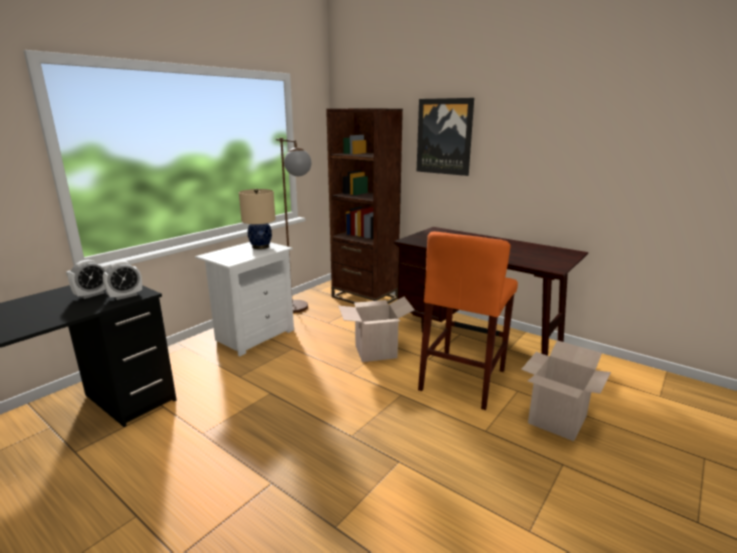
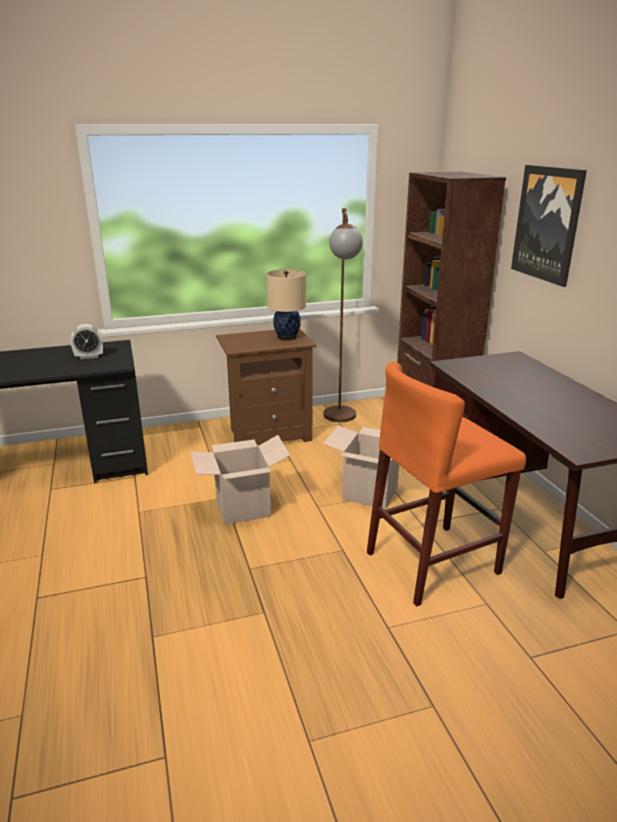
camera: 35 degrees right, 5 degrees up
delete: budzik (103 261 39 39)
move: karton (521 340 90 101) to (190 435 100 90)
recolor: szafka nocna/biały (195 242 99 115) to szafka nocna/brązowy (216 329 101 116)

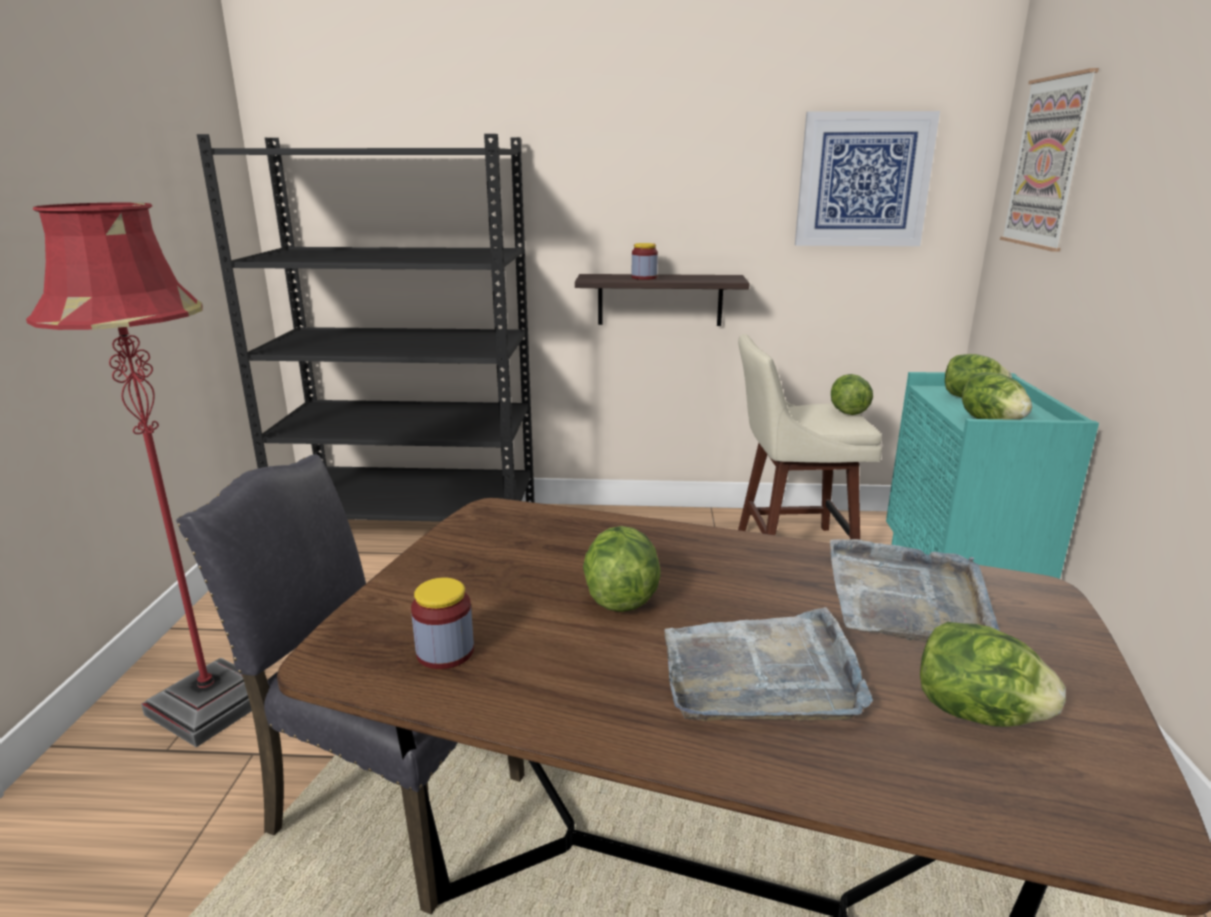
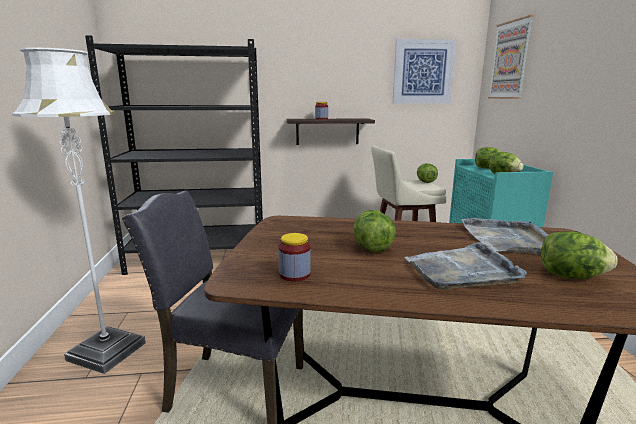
camera: 10 degrees left, 5 degrees down
recolor: lampa stojąca/czerwony (26 203 226 544) to lampa stojąca/biały (12 47 134 327)

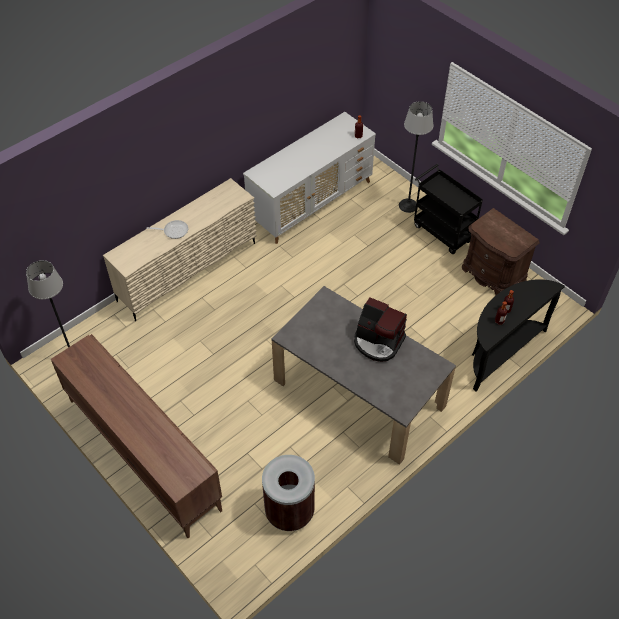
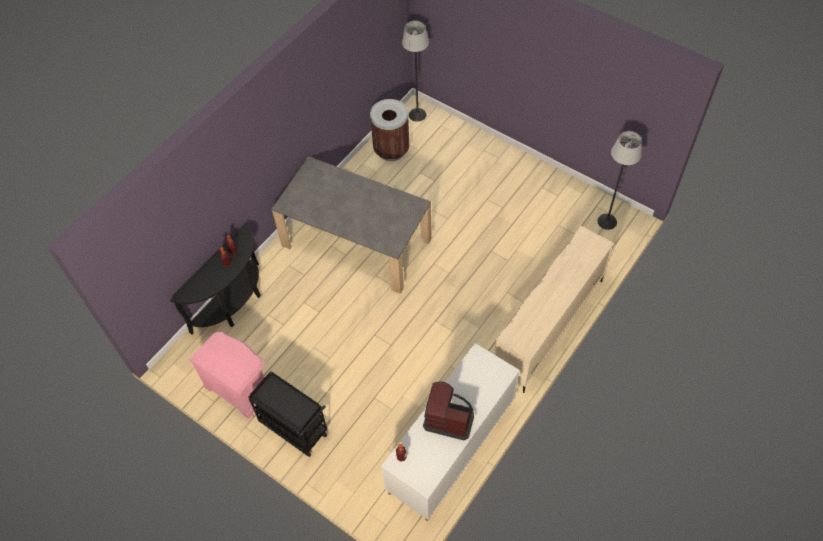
camera: 170 degrees right, 5 degrees up
delete: szafka/brązowy (51 334 171 204); patelnia (147 220 41 19)
move: ekspres do kawy (354 297 53 65) to (423 382 51 59); lampa stojąca (399 101 34 112) to (402 21 27 101)
recolor: szafka nocna/brązowy (462 208 78 87) to szafka nocna/różowy (189 332 75 87)

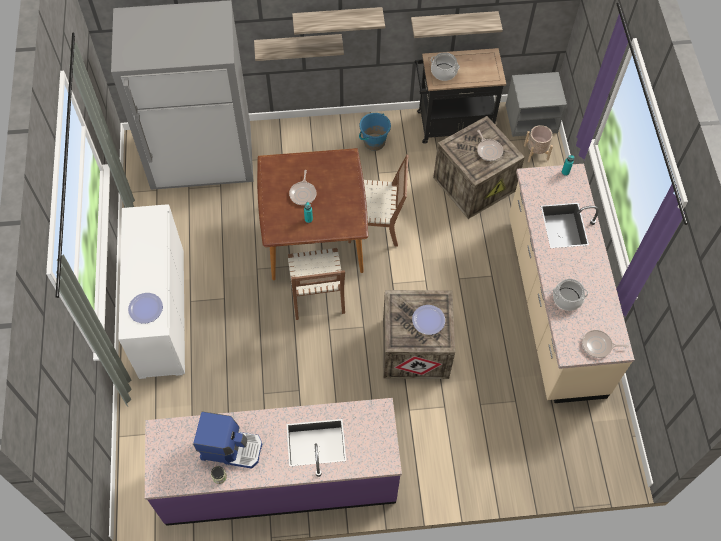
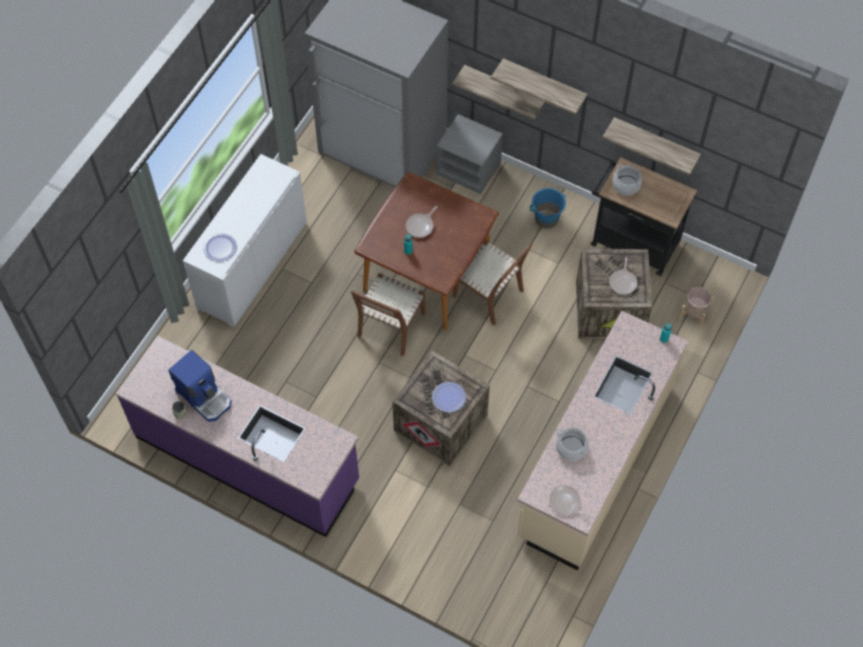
camera: 35 degrees right, 0 degrees up
move: szafka nocna/szary (506 72 61 65) to (437 114 66 80)

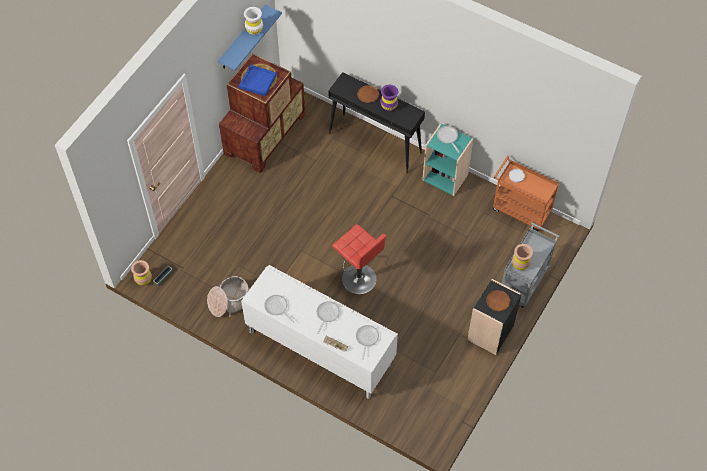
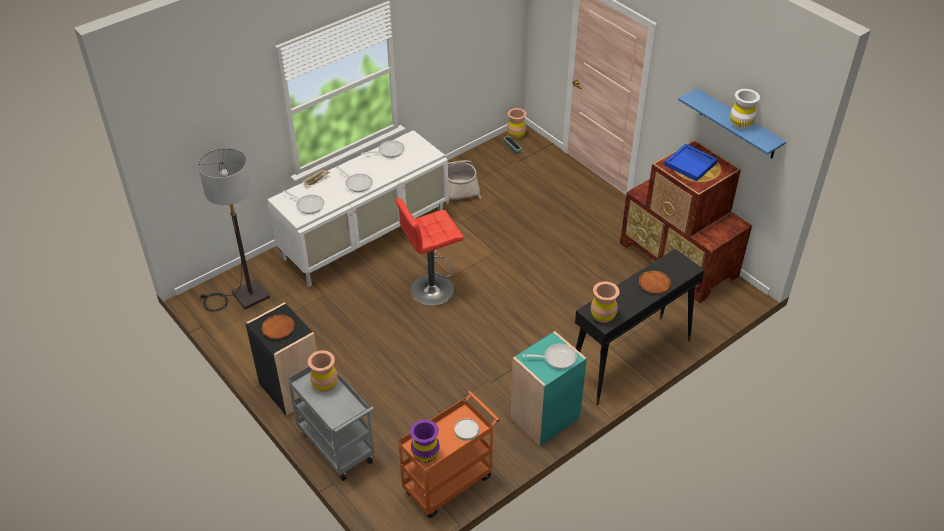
camera: 110 degrees right, 15 degrees down
insert: lampa stojąca (198 148 72 163); wazon/brązowy (591 281 29 42)
move: wazon/fioletowy (380 85 18 26) to (410 419 30 44)

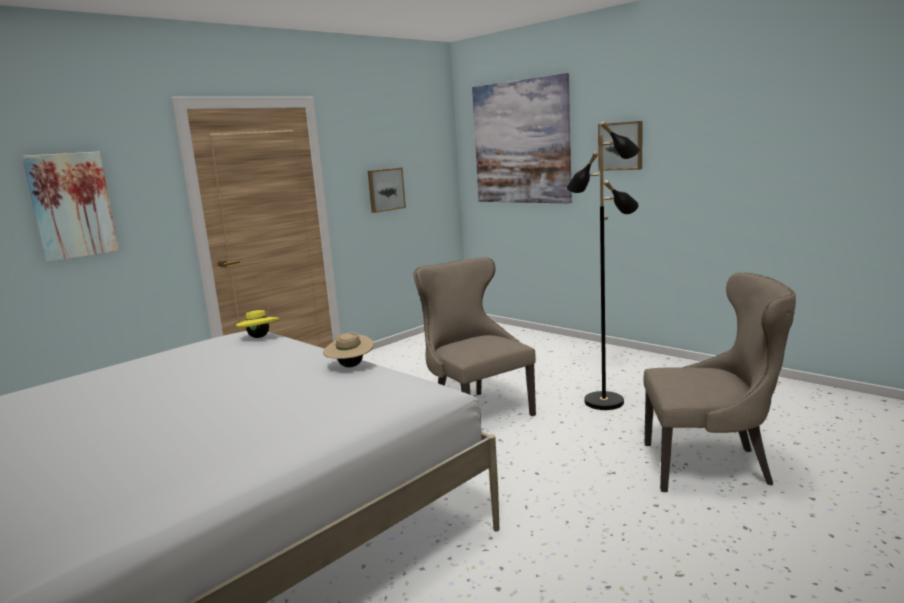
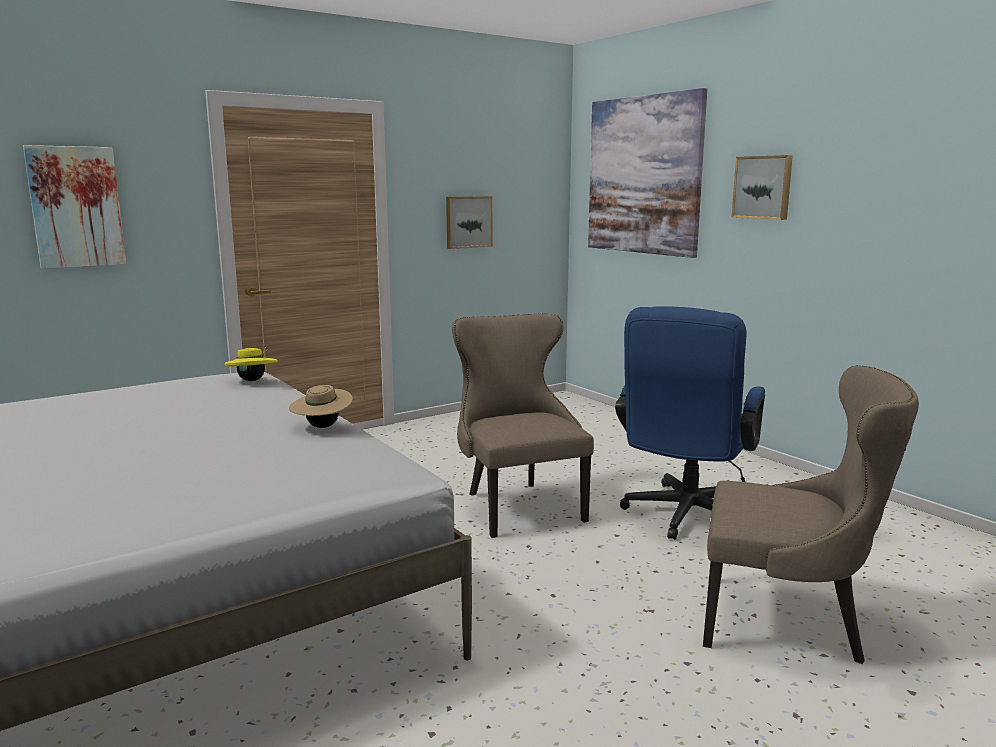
camera: 10 degrees right, 0 degrees up
replace: lampa stojąca/czarny (567 121 73 289) to krzesło biurowe/niebieski (615 306 150 234)

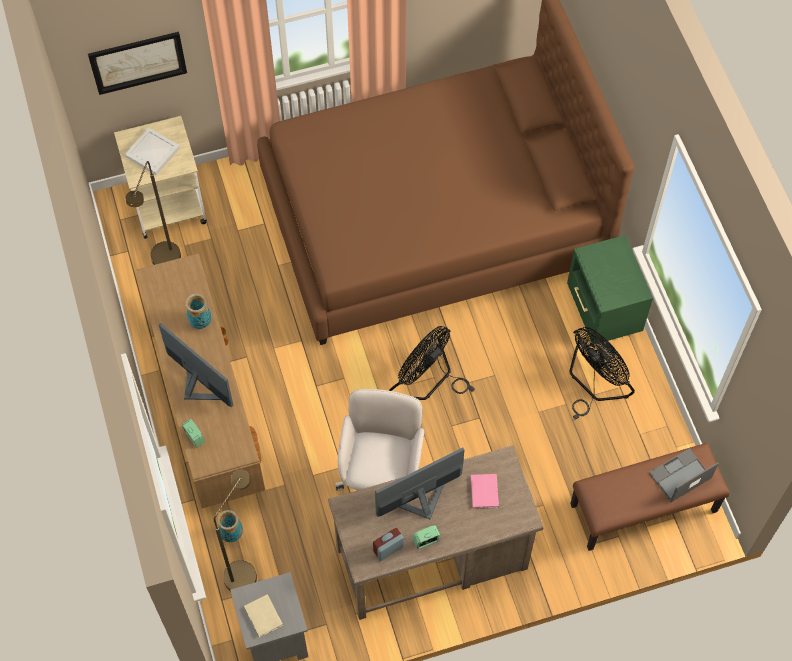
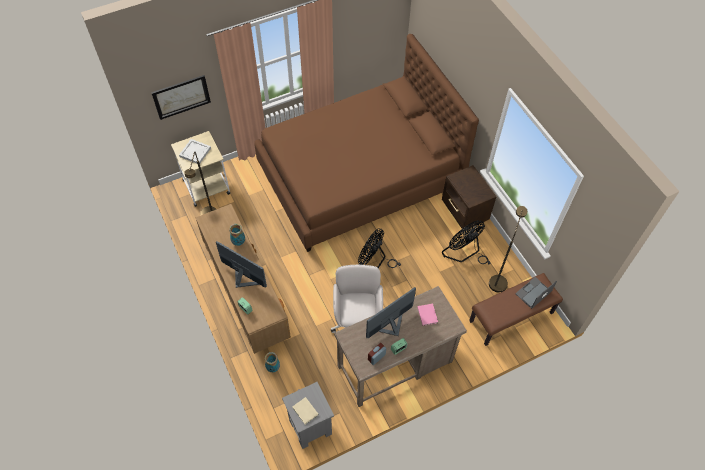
camera: 10 degrees left, 5 degrees down
move: lampa stojąca/brązowy (214 469 43 122) to (489 206 38 87)
recolor: szafka nocna/zielony (567 235 86 110) to szafka nocna/brązowy (442 165 54 64)
rotate: wentylator/czarny (570 327 65 93) = (442 220 49 45) 75 degrees counterclockwise

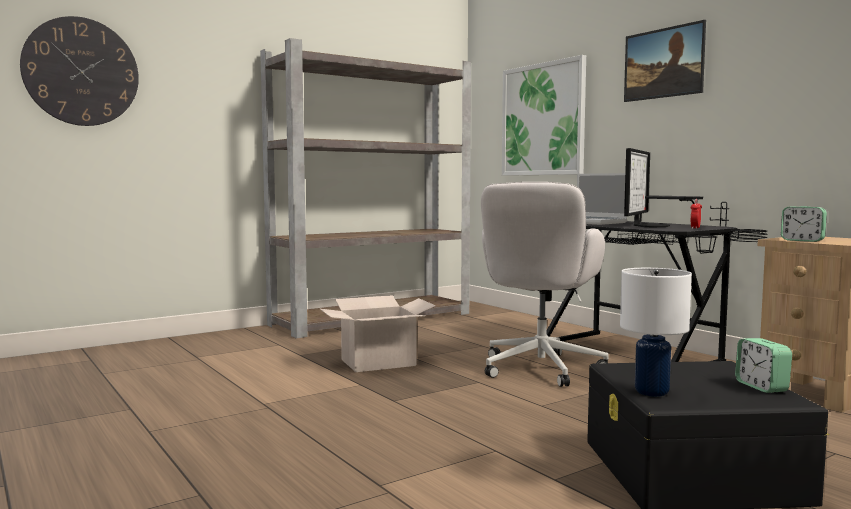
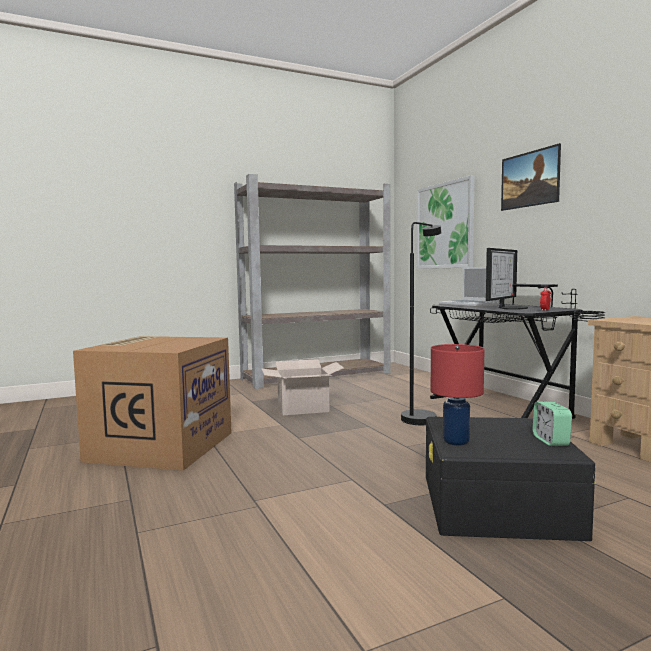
camera: 10 degrees right, 0 degrees up
delete: zegar ścienny (20 16 119 110); budzik (781 206 46 36)
insert: karton (73 336 158 135)
replace: krzesło biurowe/biały (481 182 128 205) to lampa stojąca/czarny (401 222 40 203)
recolor: lampa stołowa/biały (620 268 72 129) to lampa stołowa/czerwony (431 344 54 101)

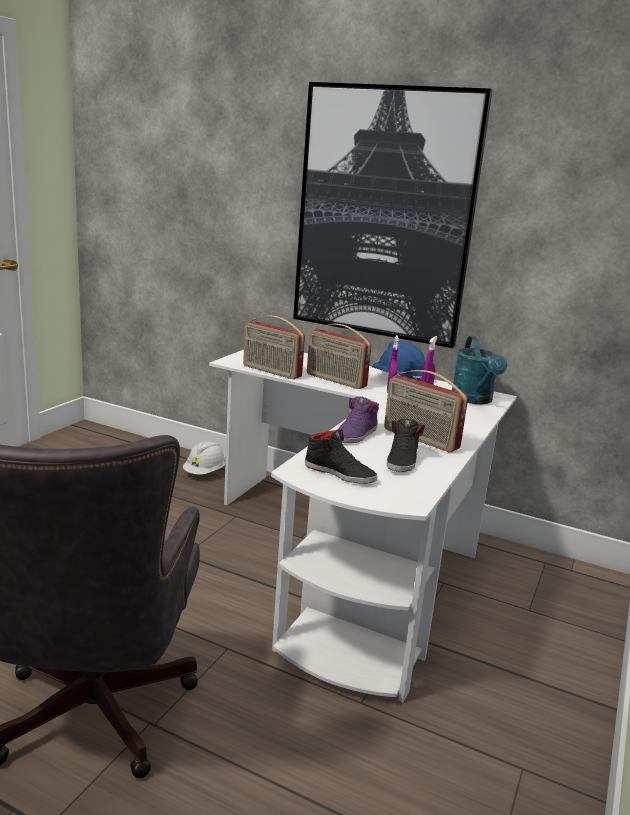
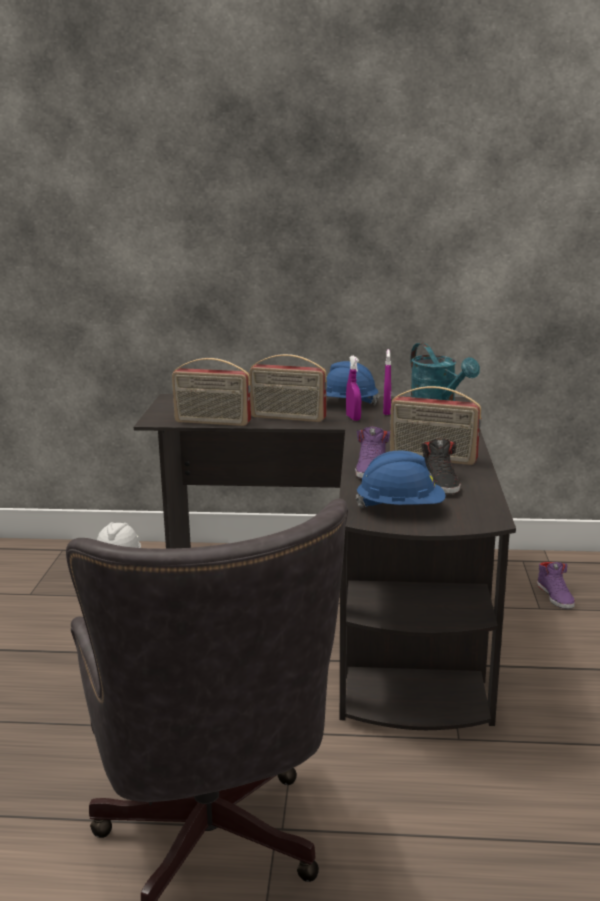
camera: 20 degrees left, 0 degrees up
delete: obraz (293 82 200 266)
insert: but/fioletowy (537 562 38 47)
replace: but/czarny (305 429 72 55) to kask/niebieski (356 450 90 58)
recolor: biurko/biały (209 349 308 354) to biurko/czarny (134 394 382 336)

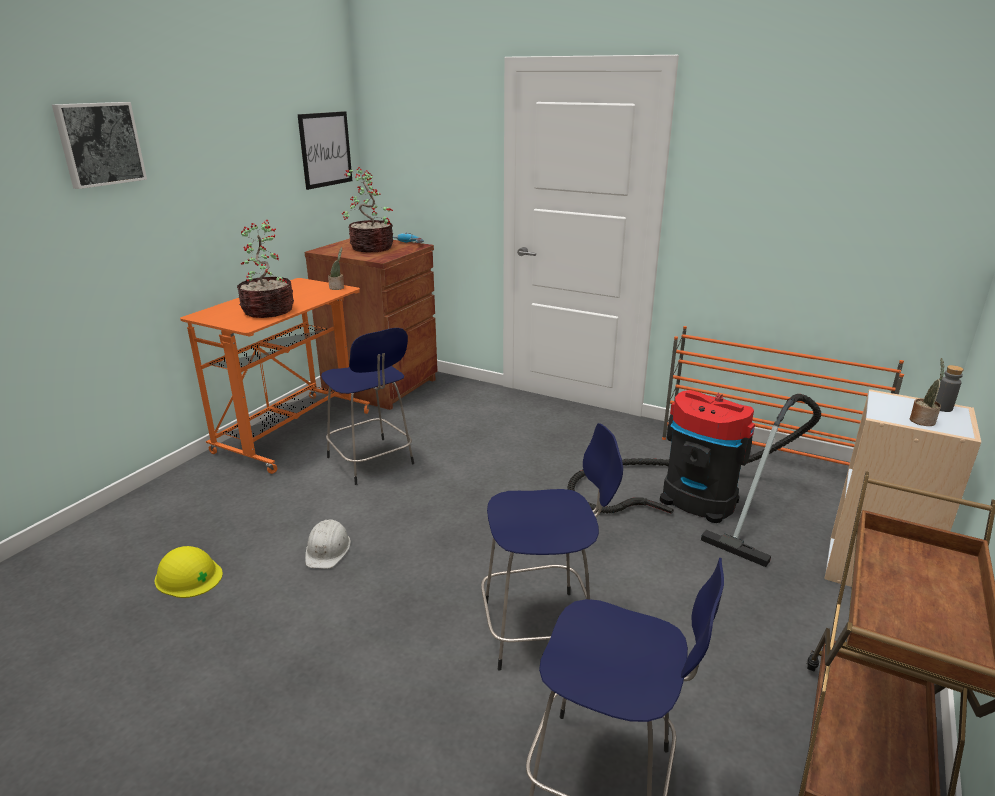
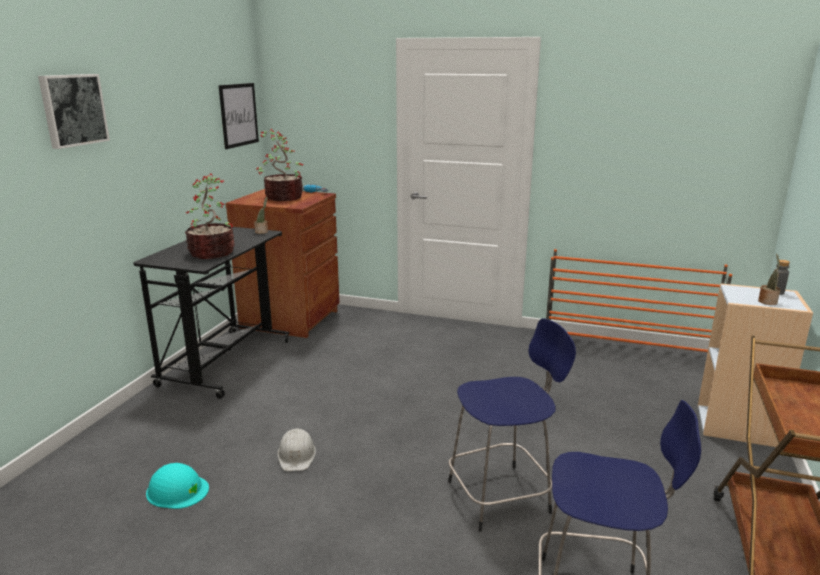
camera: 10 degrees left, 5 degrees down
delete: stołek/niebieski (321 328 93 157); odkurzacz (567 390 254 177)
recolor: kask/żółty (155 546 68 52) to kask/turkusowy (146 463 63 46); biurko/pomarańczowy (180 278 190 196) to biurko/czarny (133 227 157 172)

